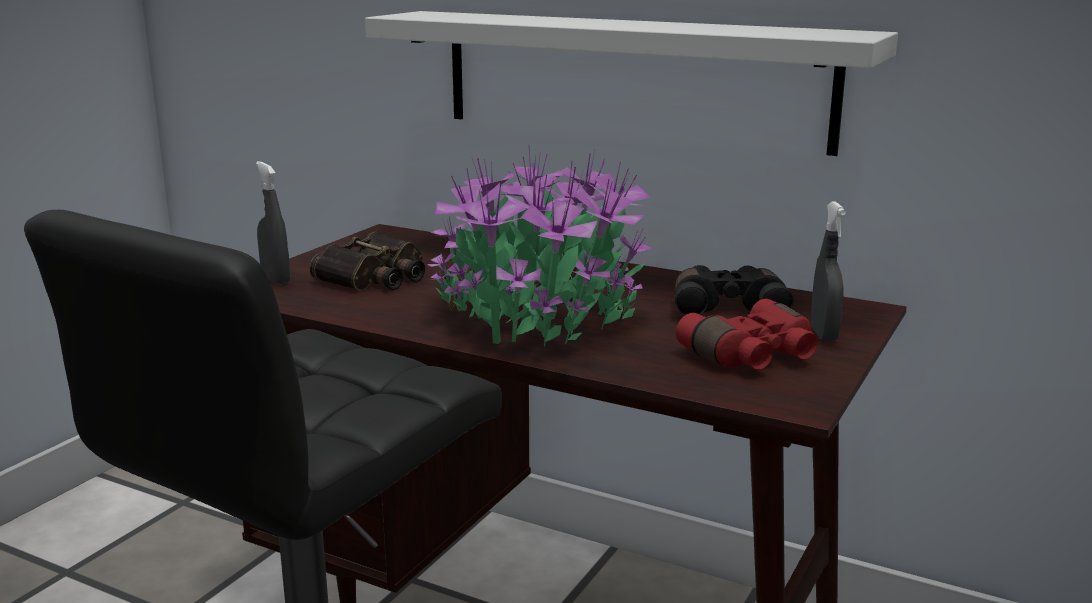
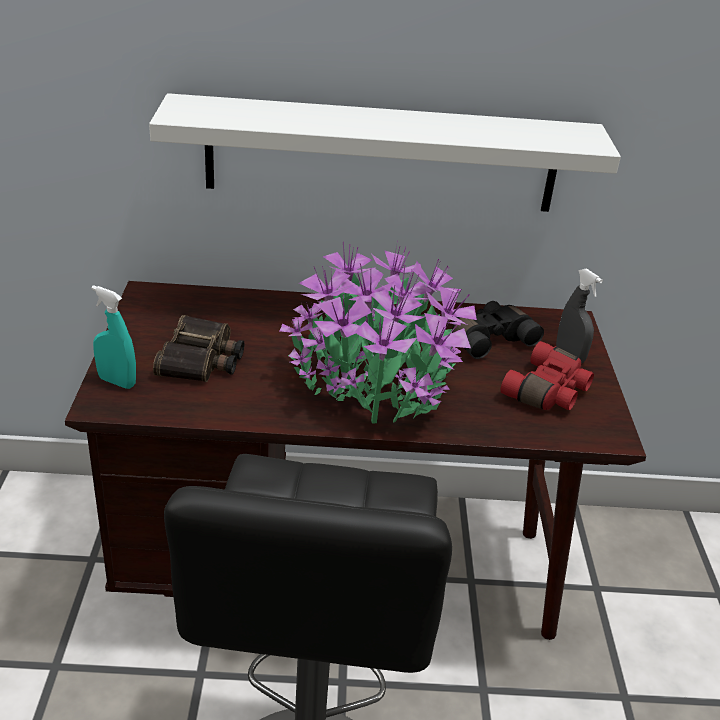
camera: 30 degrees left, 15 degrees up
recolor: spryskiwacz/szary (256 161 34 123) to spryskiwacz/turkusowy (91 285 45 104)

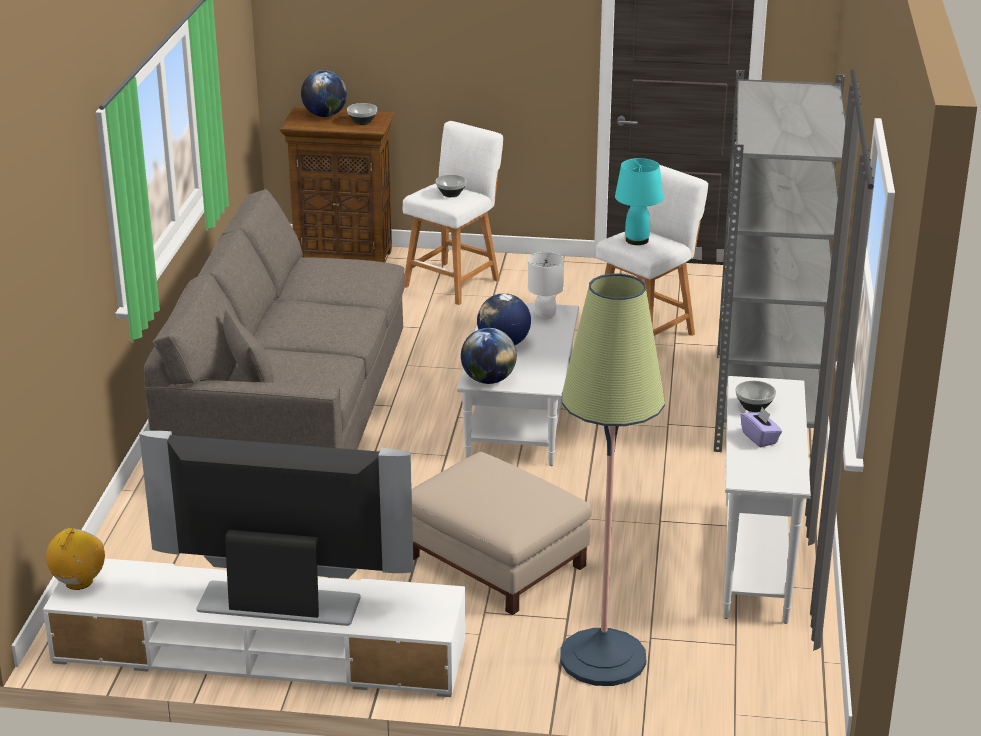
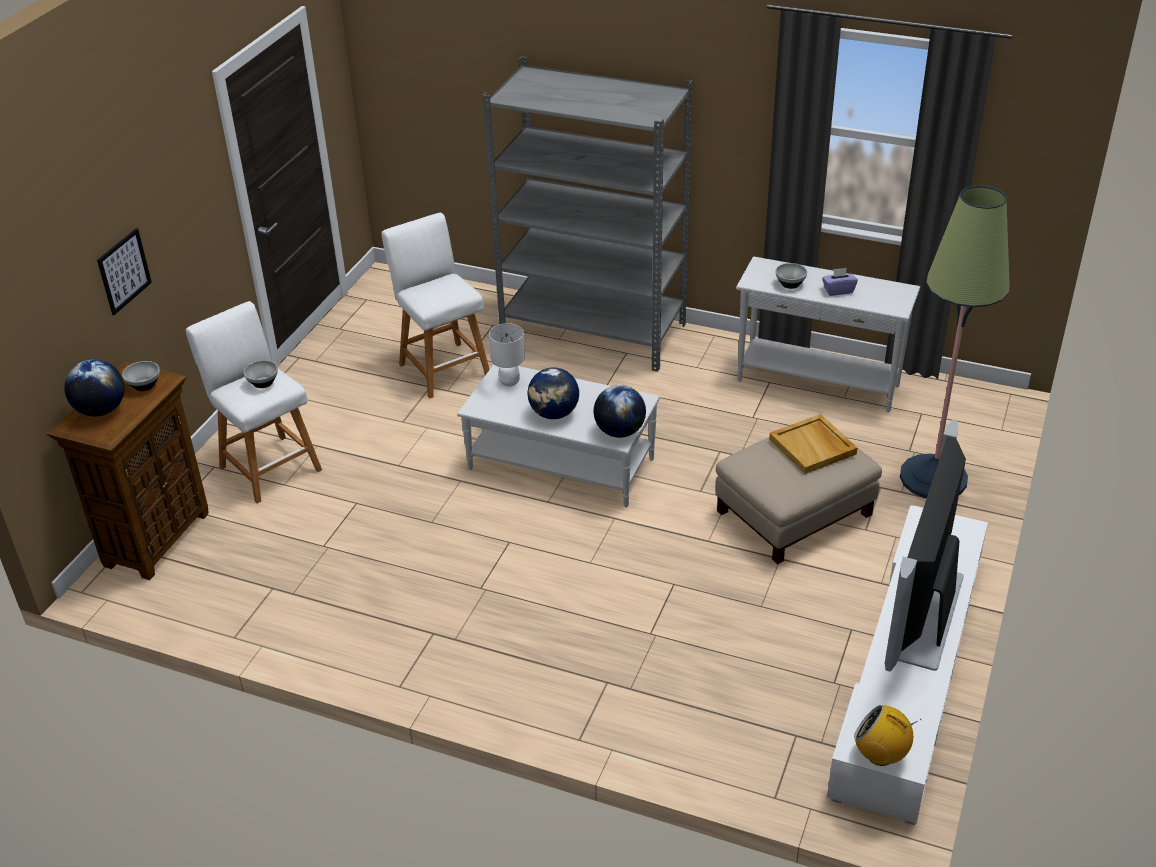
camera: 75 degrees left, 10 degrees up
delete: kanapa/szary (144 189 261 261); lampa stołowa/turkusowy (615 158 48 87)
insert: obraz (97 228 55 87); taca/beżowy (769 414 88 60)

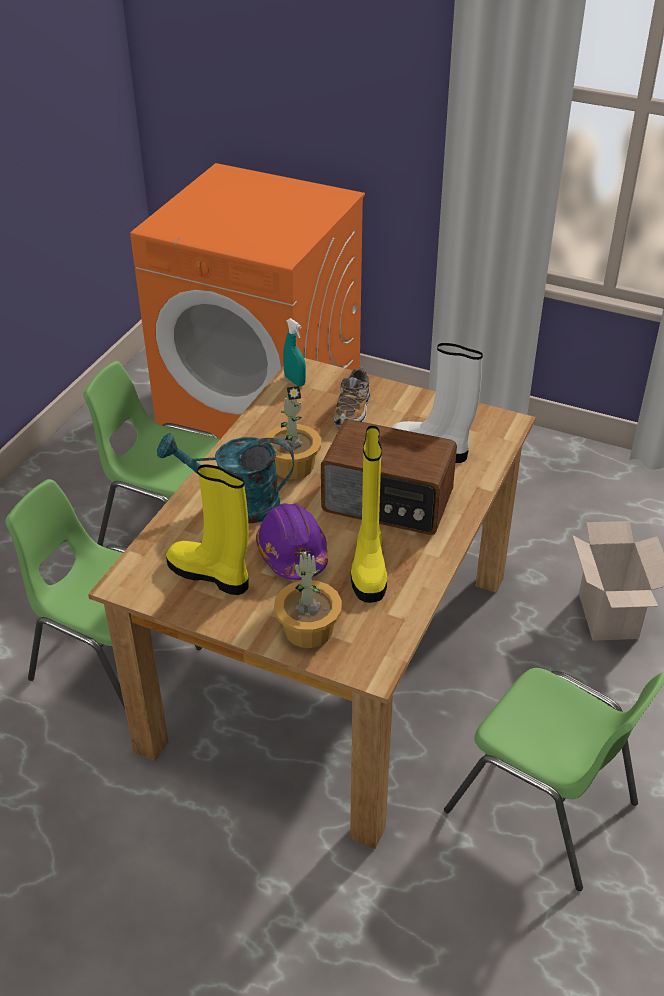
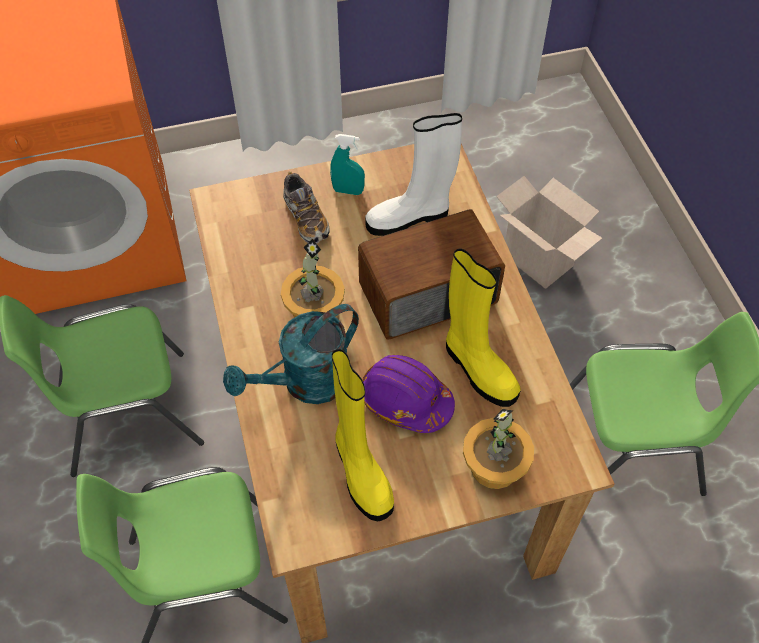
camera: 40 degrees left, 15 degrees up
move: spryskiwacz/turkusowy (283 318 23 68) to (330 134 35 61)
rotate: but z cholewką/żółty (166 464 83 131) = (332 349 62 173) 105 degrees counterclockwise

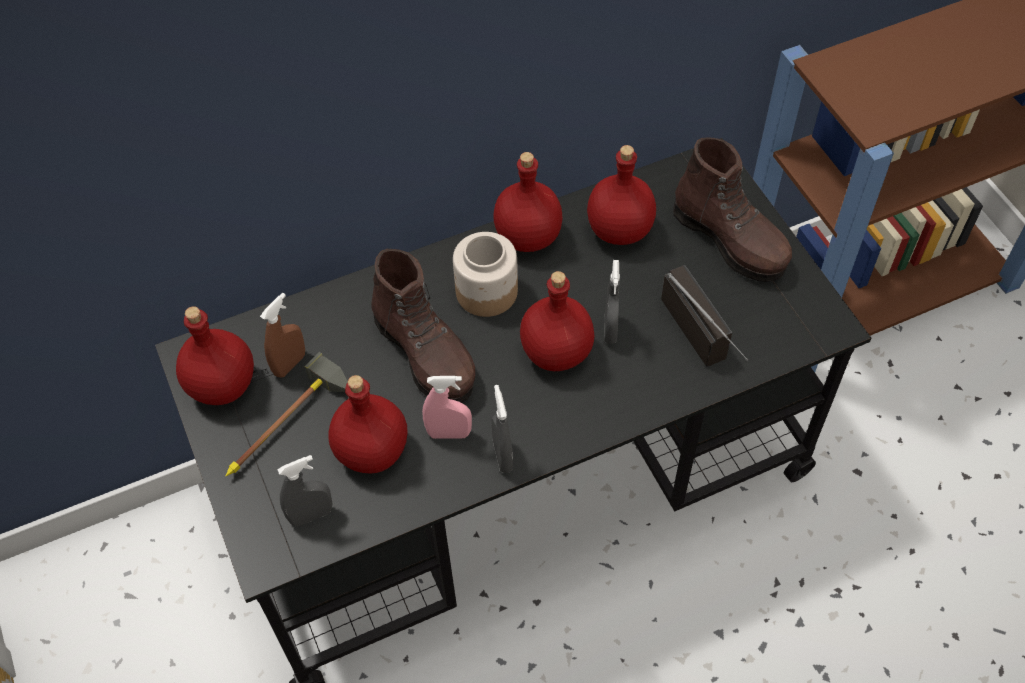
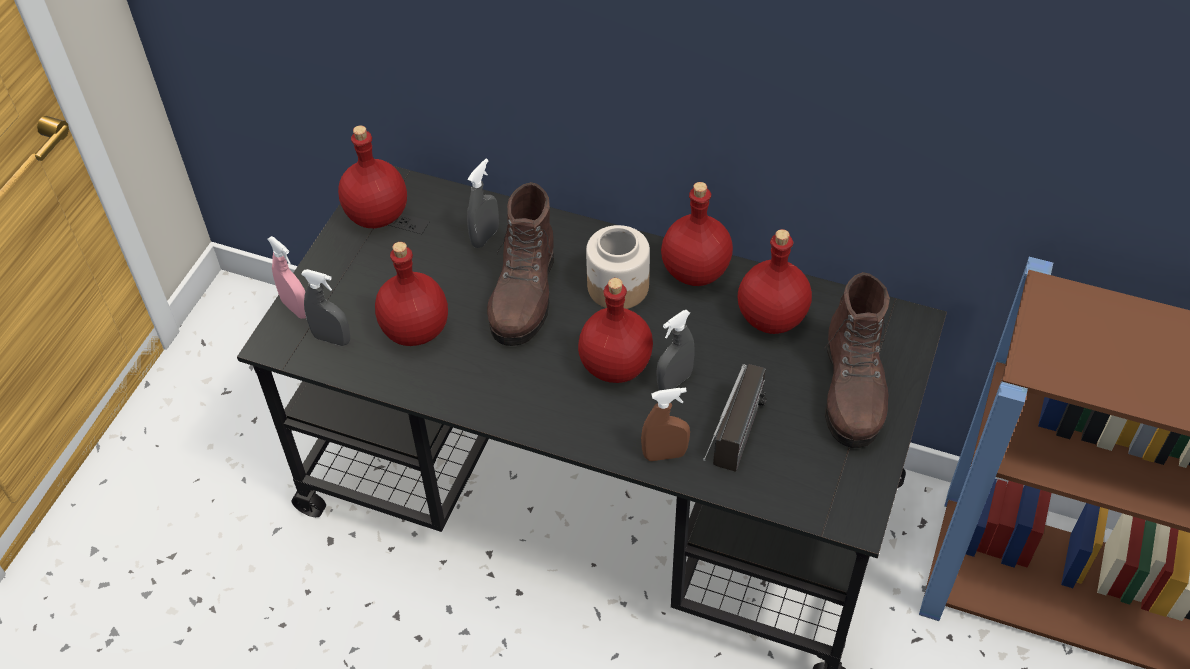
camera: 45 degrees right, 5 degrees down
delete: młotek (226 352 122 124)
move: spryskiwacz/brązowy (260 293 45 85) to (641 388 49 73); spryskiwacz/różowy (422 376 50 63) to (268 236 38 83); spryskiwacz/szary (492 385 21 88) to (467 159 32 89)

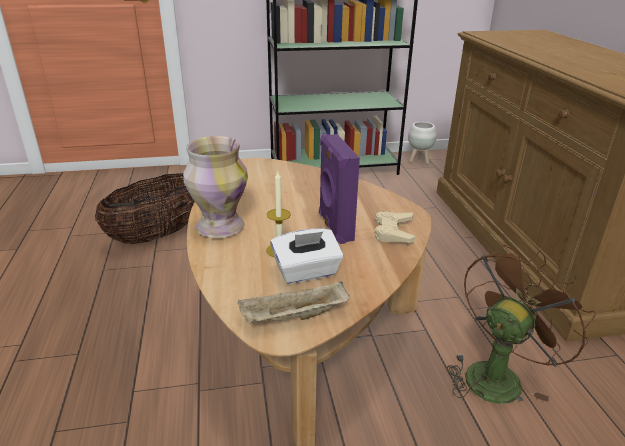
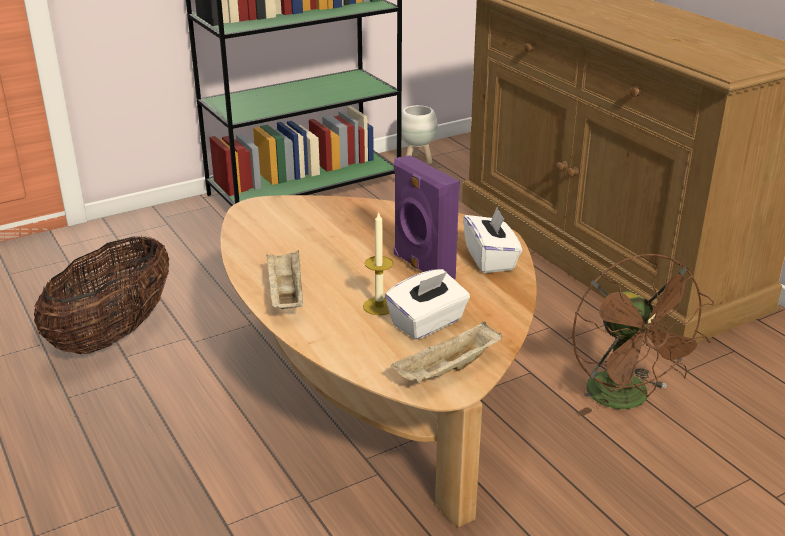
camera: 20 degrees left, 0 degrees up
replace: wazon (183 136 65 102) to taca/beżowy (266 250 37 59); pad do gier/beżowy (375 211 40 32) to pudełko chusteczek/biały (463 207 59 66)
rotate: wentylator/brązowy (447 245 149 159) = (572 254 142 162) 135 degrees clockwise

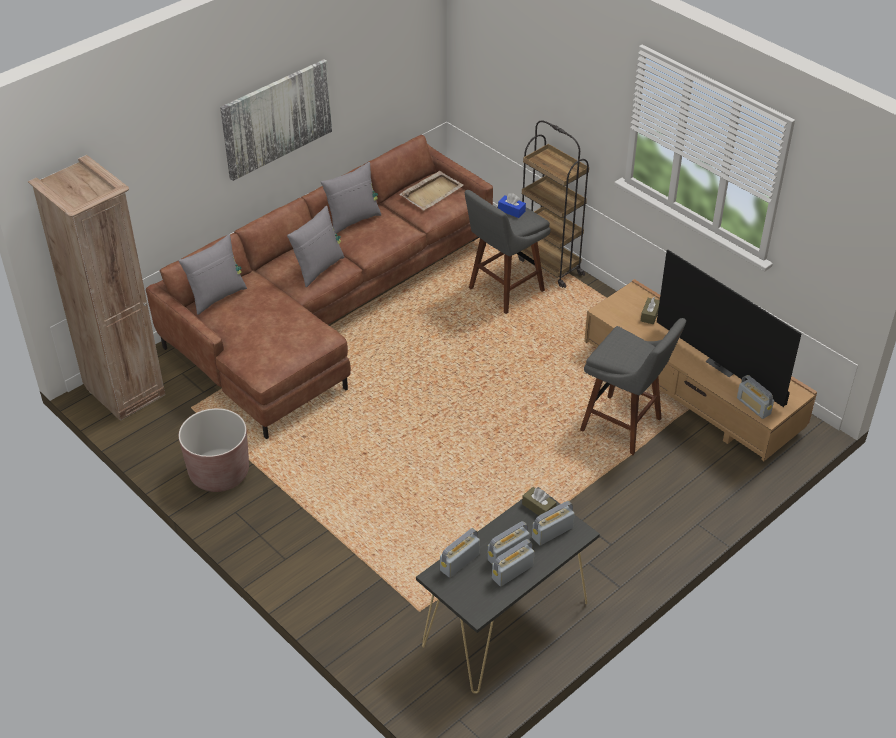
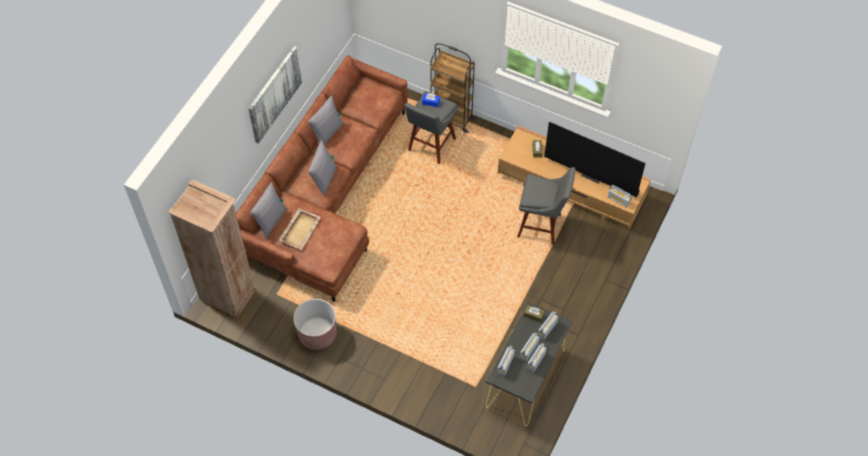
camera: 20 degrees left, 15 degrees up
move: taca/beżowy (399 171 65 40) to (279 208 42 42)

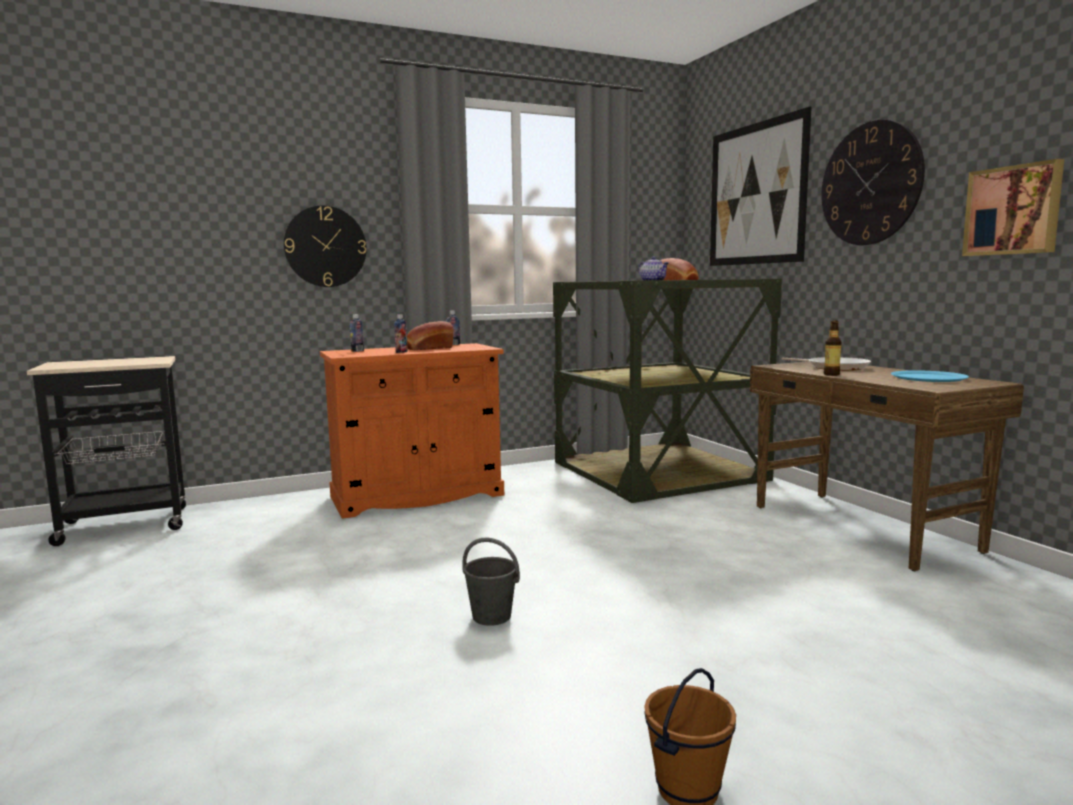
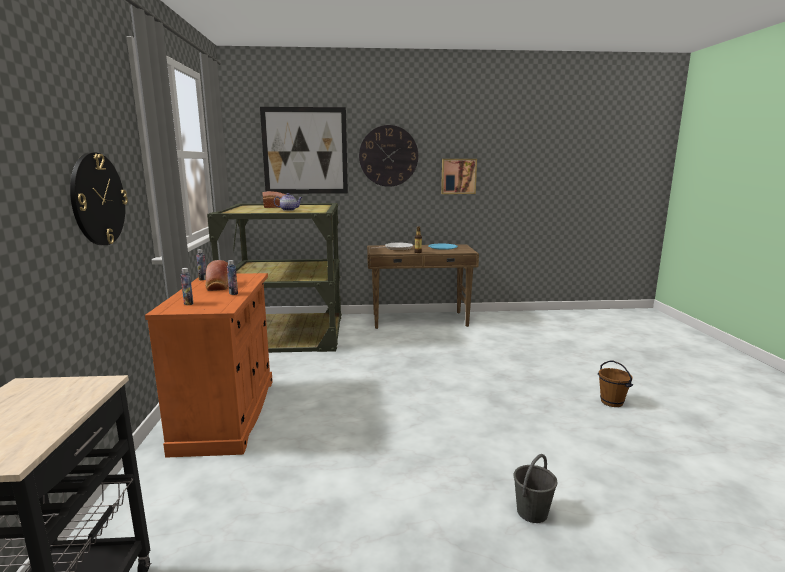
camera: 70 degrees left, 5 degrees up
move: wiadro/szary (462 538 58 88) to (514 454 44 69)

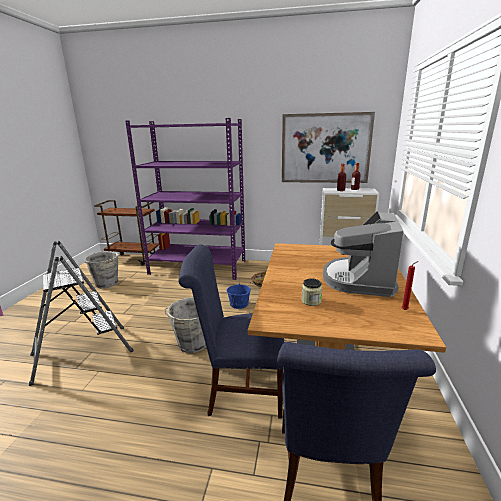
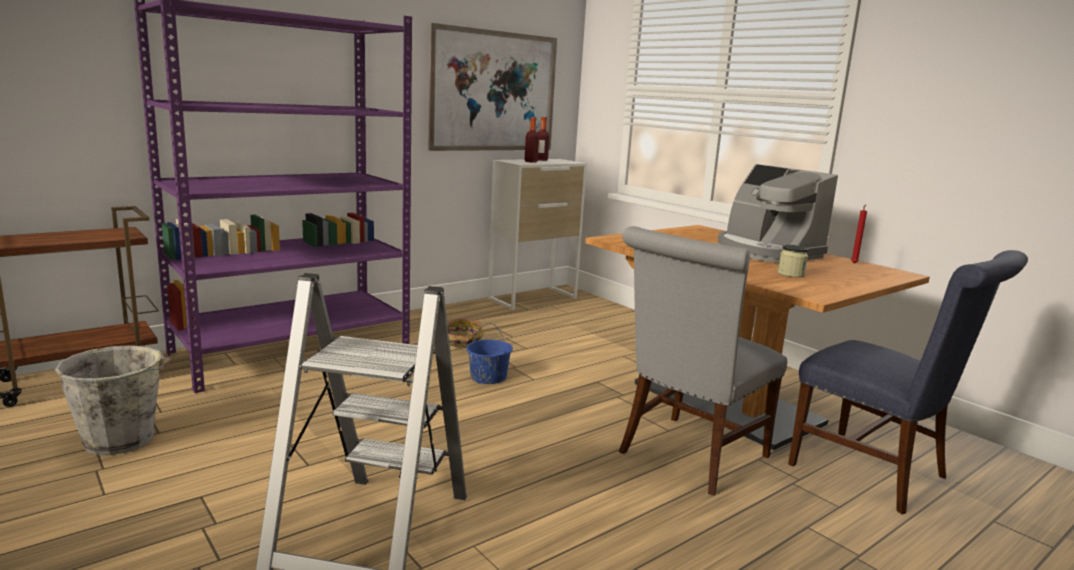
camera: 50 degrees left, 5 degrees down
delete: wiadro/szary (164 297 42 56)
recolor: krzesło/niebieski (178 244 106 174) to krzesło/szary (619 226 168 270)

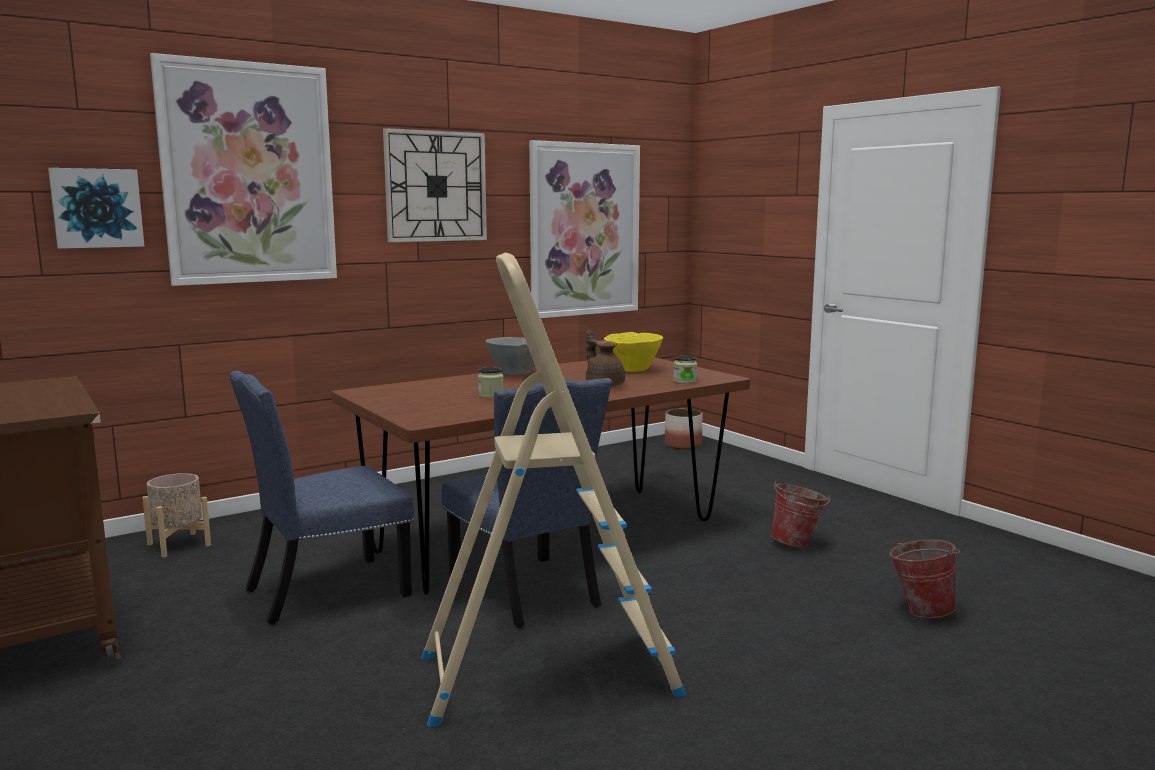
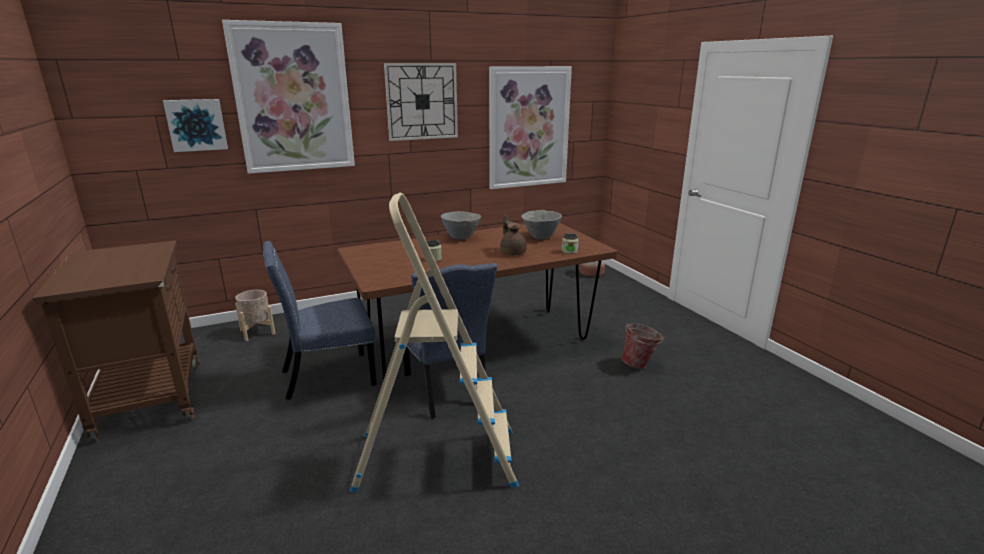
camera: 10 degrees right, 10 degrees up
delete: wiadro (889 539 71 80)
recolor: miska/żółty (604 332 59 40) to miska/szary (521 210 41 29)

